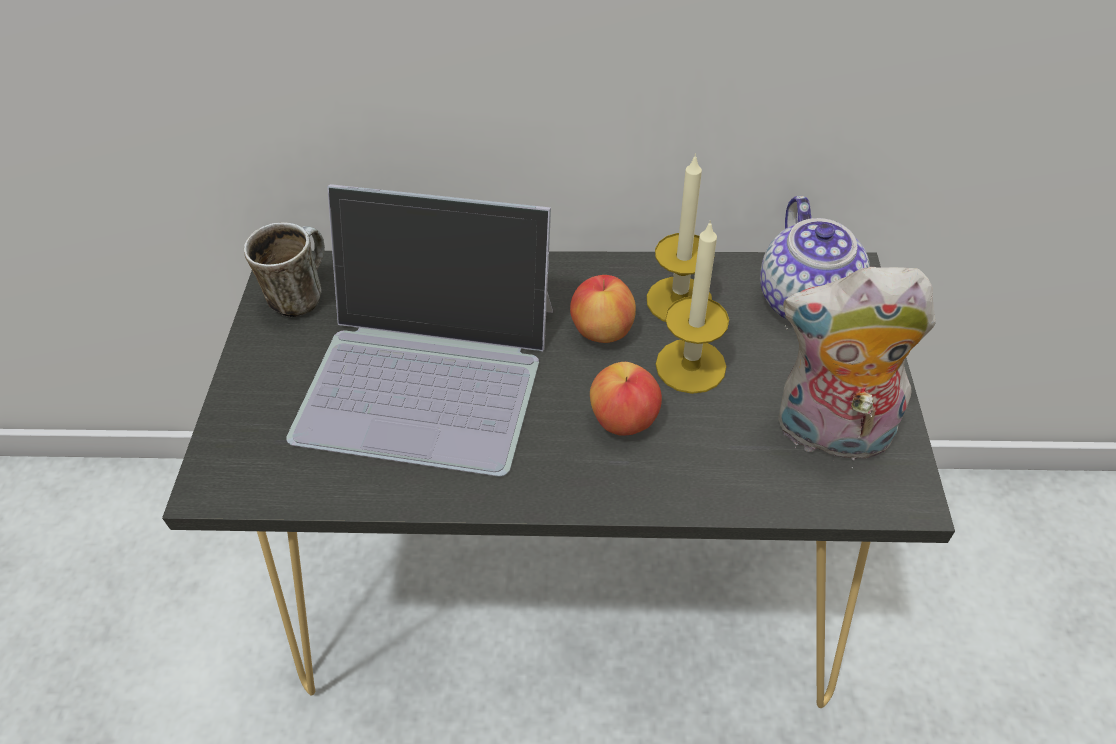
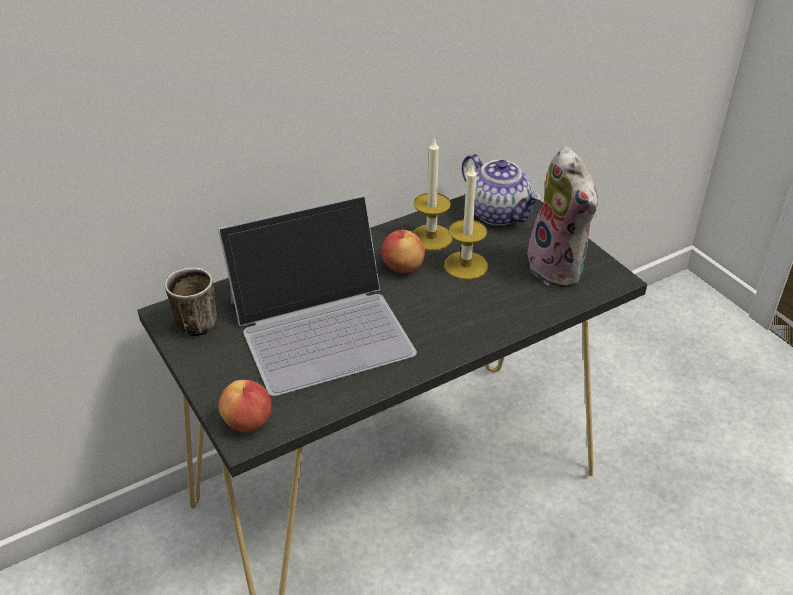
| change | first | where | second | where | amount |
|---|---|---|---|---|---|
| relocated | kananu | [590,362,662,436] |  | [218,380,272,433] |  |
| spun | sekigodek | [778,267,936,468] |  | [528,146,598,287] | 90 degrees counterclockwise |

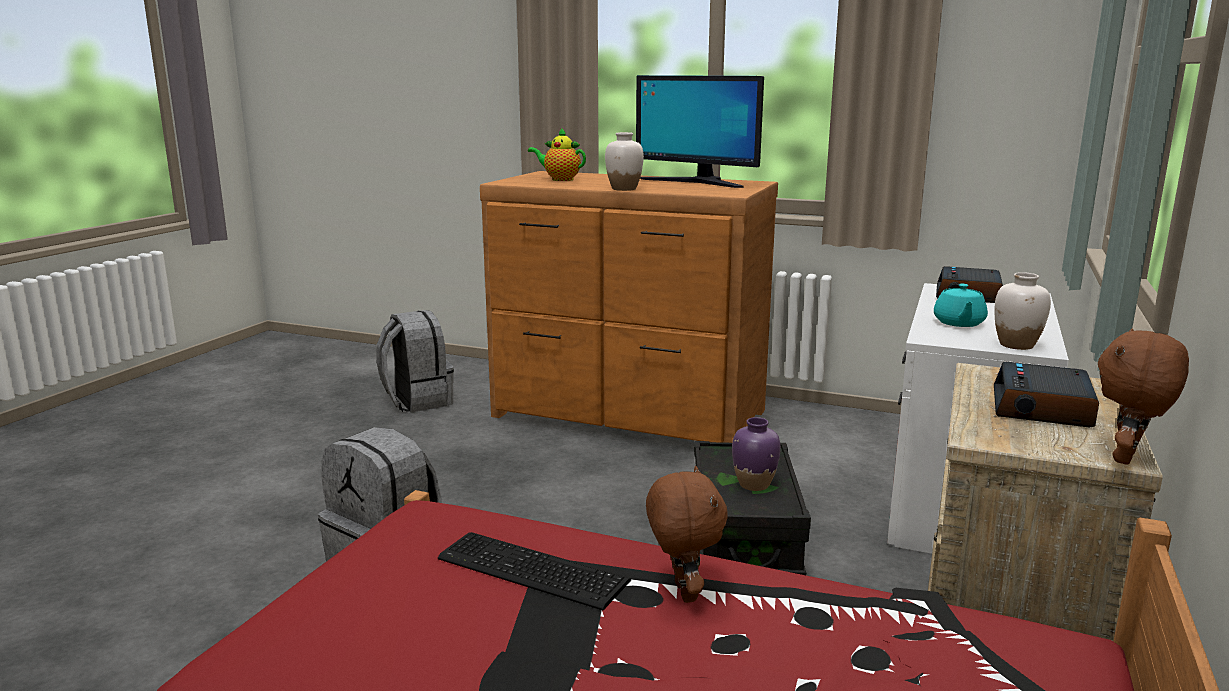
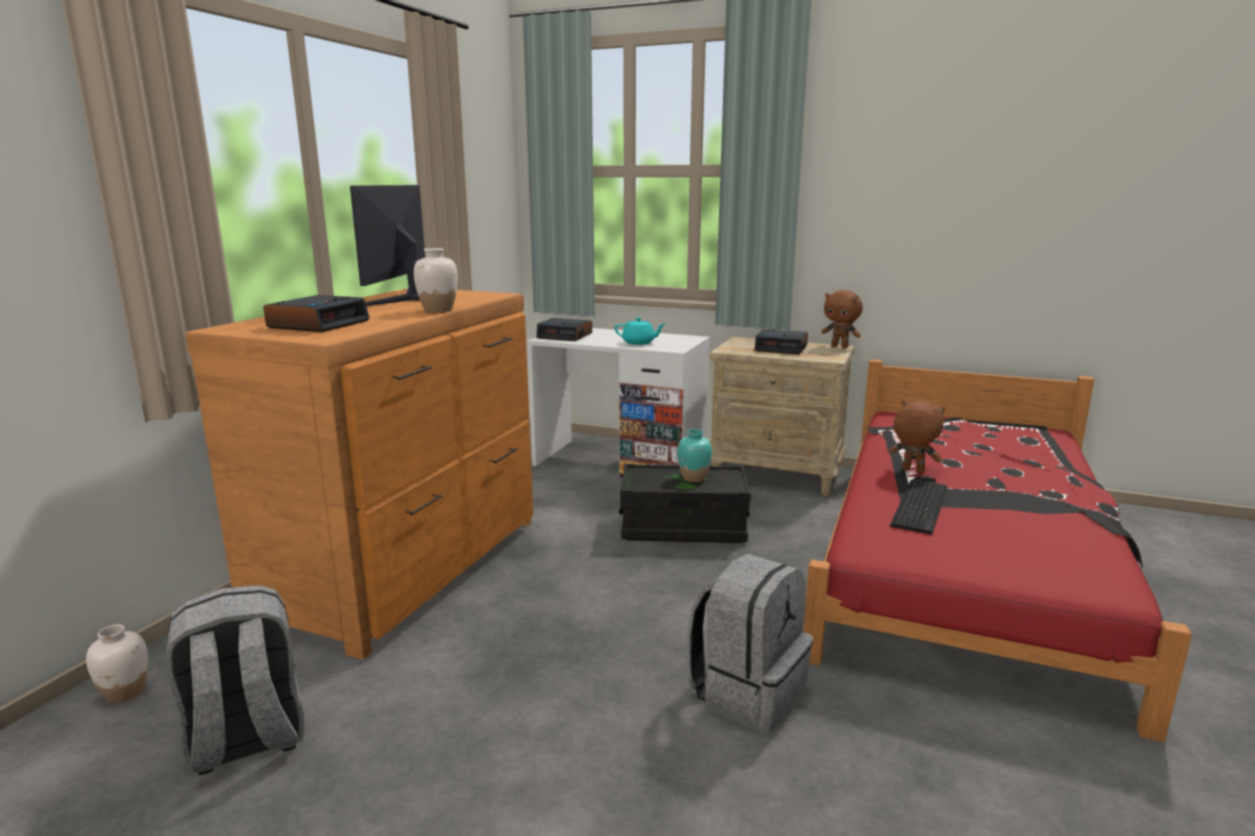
| change | first | where | second | where | amount |
|---|---|---|---|---|---|
| relocated | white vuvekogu | [994,272,1051,350] |  | [86,624,148,703] |  |
| exchanged | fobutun | [528,128,586,181] | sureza | [263,295,370,332] |  |
| spun | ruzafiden | [636,75,764,188] |  | [350,185,425,306] | 150 degrees clockwise |
| colour | purple vuvekogu | [732,417,781,491] | turquoise vuvekogu | [677,429,712,482] |  |
| spun | brown sekigodek | [646,466,728,603] |  | [889,400,945,473] | 45 degrees clockwise |

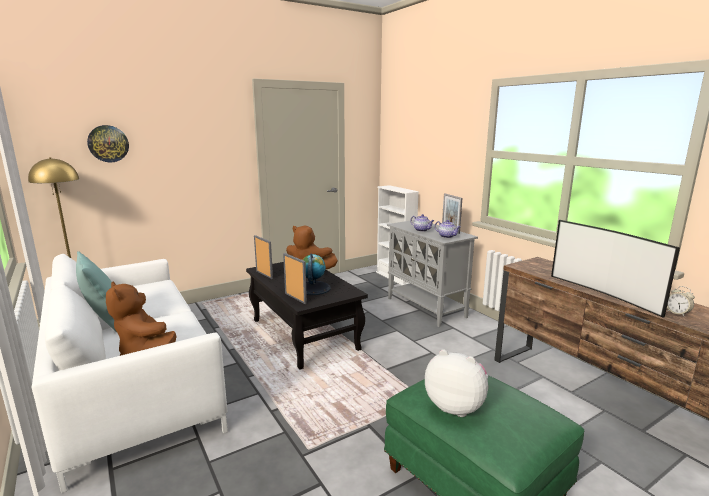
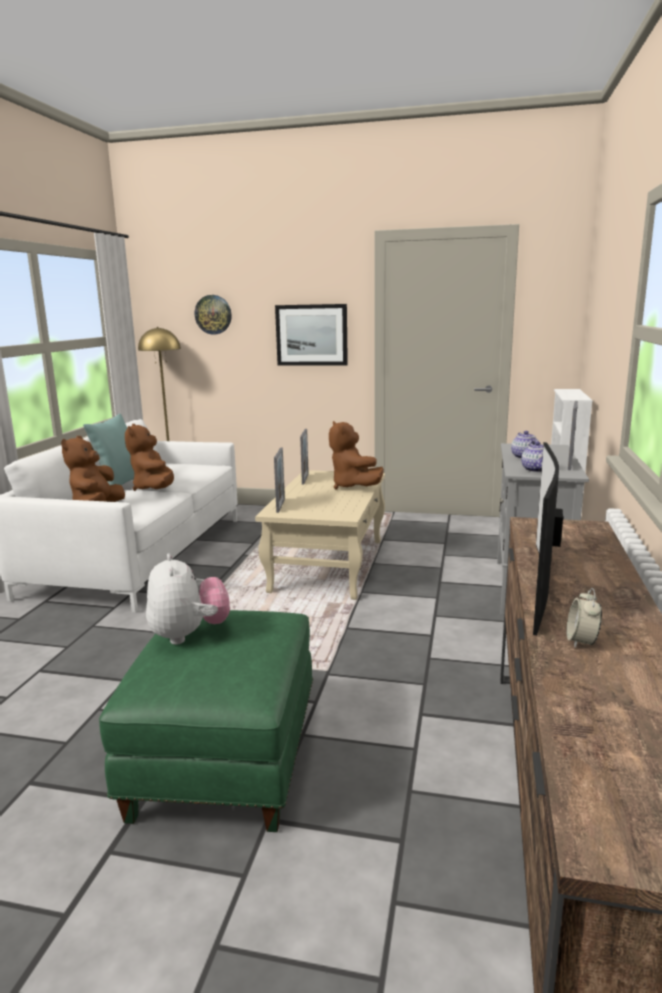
| change | first | where | second | where | amount |
|---|---|---|---|---|---|
| appeared |  |  | brown sekigodek | [125,424,174,491] |  |
| colour | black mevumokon | [246,262,368,370] | beige mevumokon | [255,470,385,600] |  |
| appeared |  |  | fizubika | [275,304,348,366] |  |
| missing | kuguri | [303,254,331,295] |  |  |  |

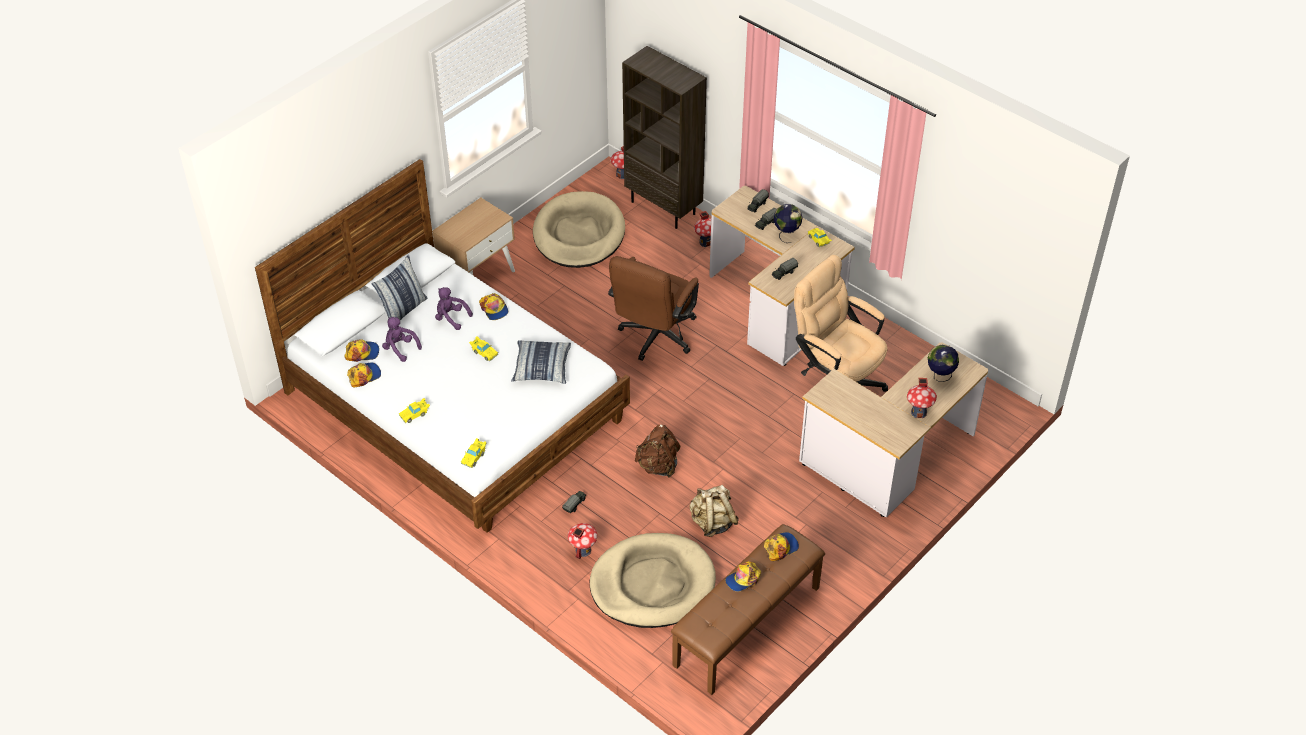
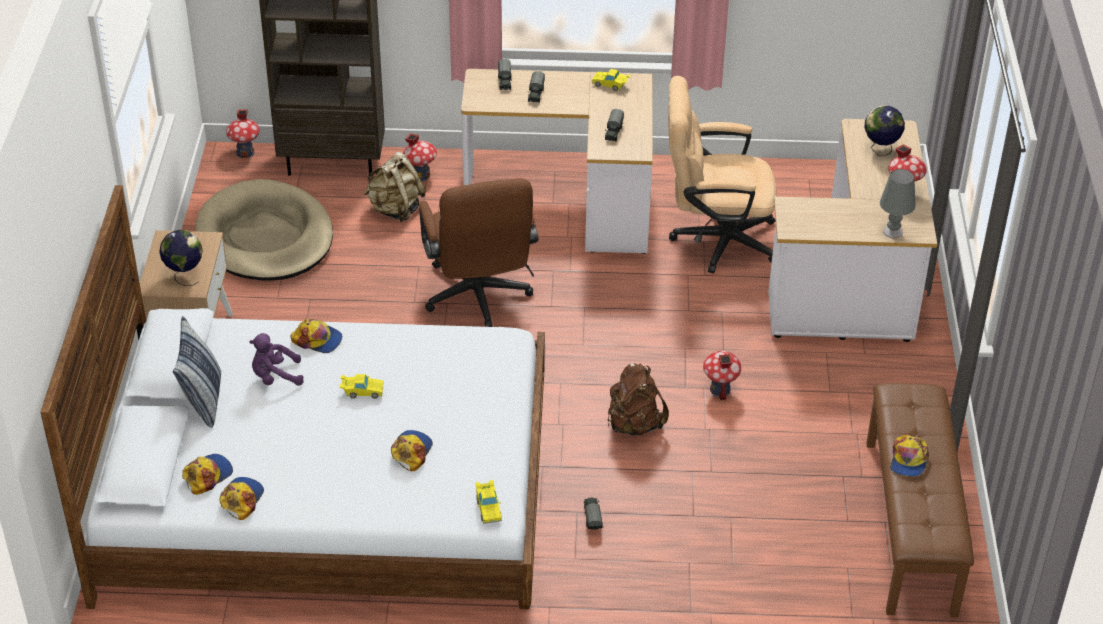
| change | first | where | second | where | amount |
|---|---|---|---|---|---|
| relocated | kuguri | [774,204,802,243] |  | [159,230,203,286] |  |
| relocated | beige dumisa | [690,485,739,537] |  | [364,152,426,222] |  |
| relocated | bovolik | [764,532,799,561] |  | [391,430,433,471] |  |
| relocated | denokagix | [568,523,597,559] |  | [703,351,741,400] |  |
| appeared |  |  | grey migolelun | [880,169,916,238] |  |
| missing | purple sekigodek | [382,317,422,362] |  |  |  |
| missing | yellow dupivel | [399,398,430,423] |  |  |  |
| missing | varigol | [511,340,571,384] |  |  |  |
| missing | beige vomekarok | [590,533,716,628] |  |  |  |

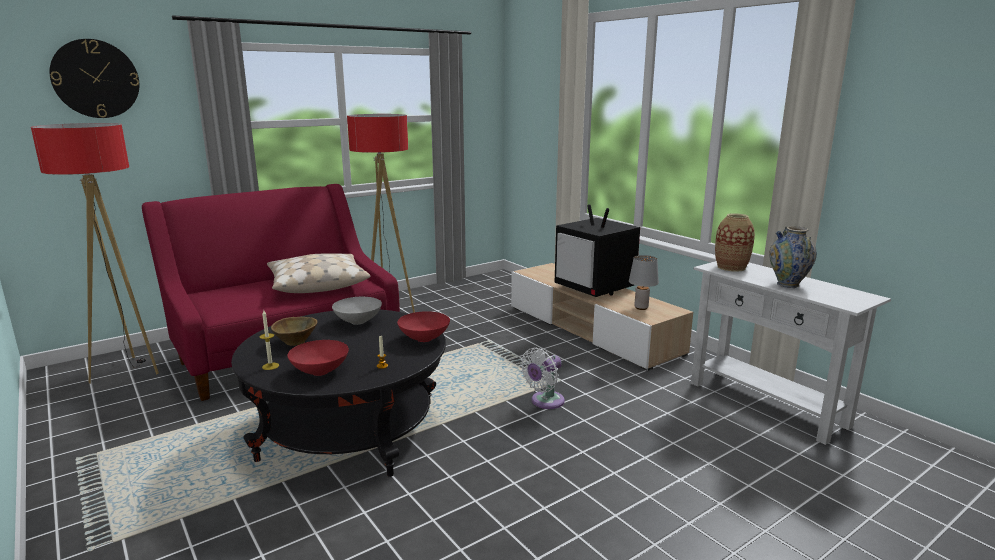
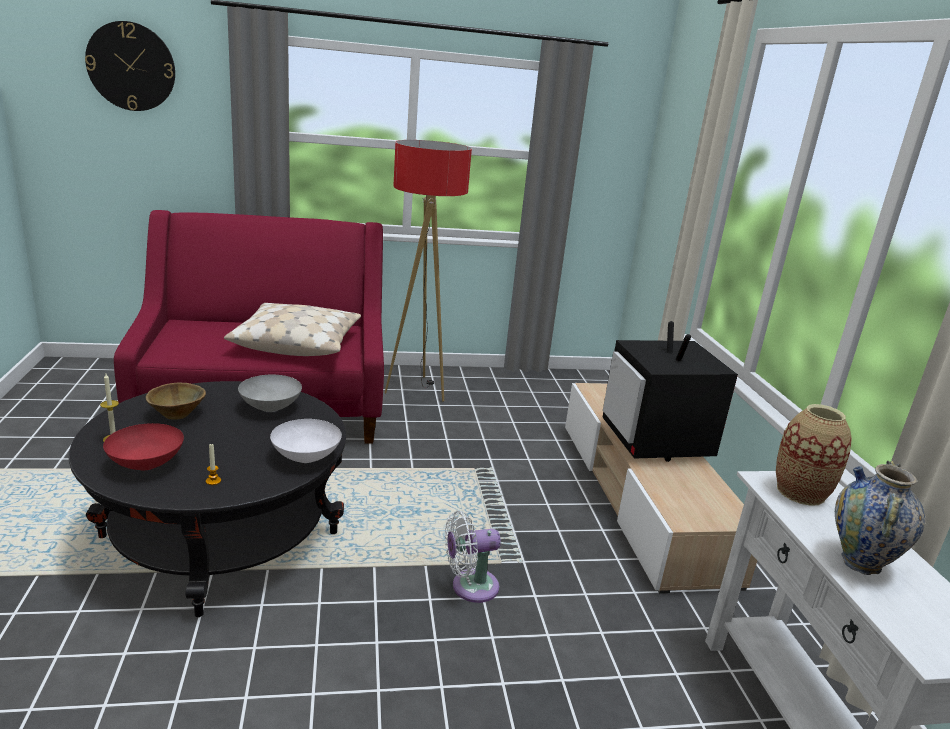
| change | first | where | second | where | amount |
|---|---|---|---|---|---|
| colour | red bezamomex | [397,311,450,342] | white bezamomex | [270,419,342,463] |  |
| missing | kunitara | [31,123,159,384] |  |  |  |
| missing | grey migolelun | [629,255,659,310] |  |  |  |

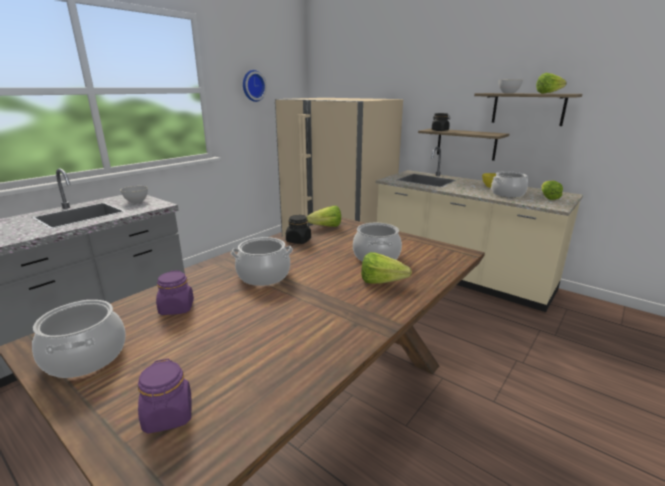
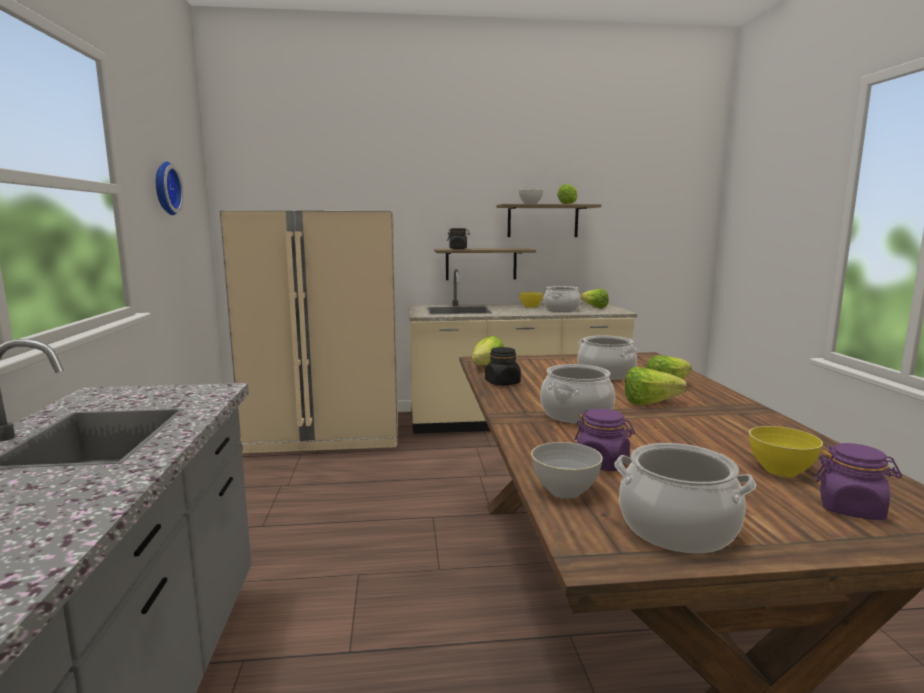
| change | first | where | second | where | amount |
|---|---|---|---|---|---|
| relocated | grey bezamomex | [120,186,148,204] |  | [531,442,603,499] |  |
| appeared |  |  | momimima | [625,367,687,405] |  |
| appeared |  |  | yellow bezamomex | [749,426,823,477] |  |

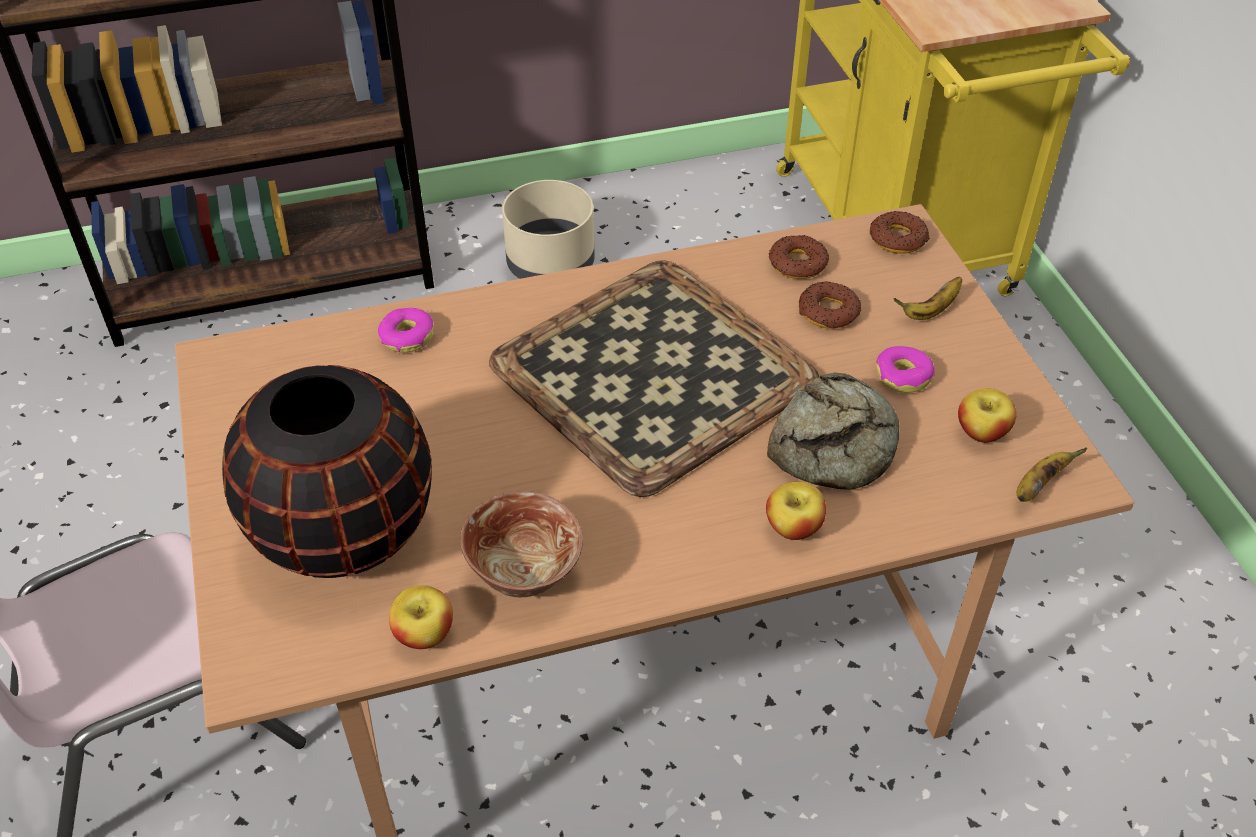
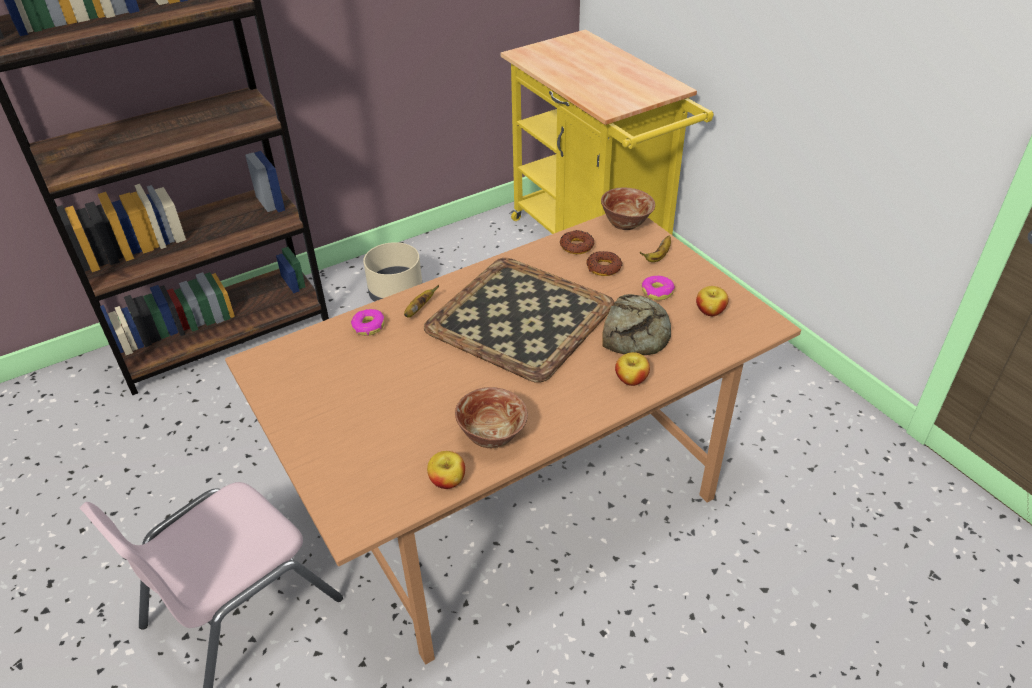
| change | first | where | second | where | amount |
|---|---|---|---|---|---|
| relocated | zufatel | [1017,447,1087,502] |  | [404,285,439,317] |  |
| exchanged | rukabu | [870,211,930,254] | bezamomex | [601,187,655,230] |  |
| missing | black vuvekogu | [222,365,432,578] |  |  |  |

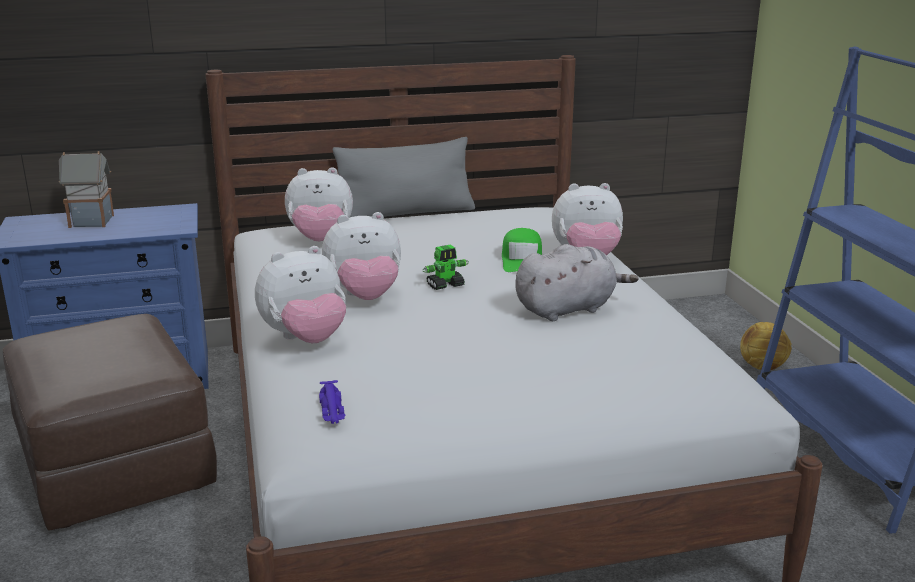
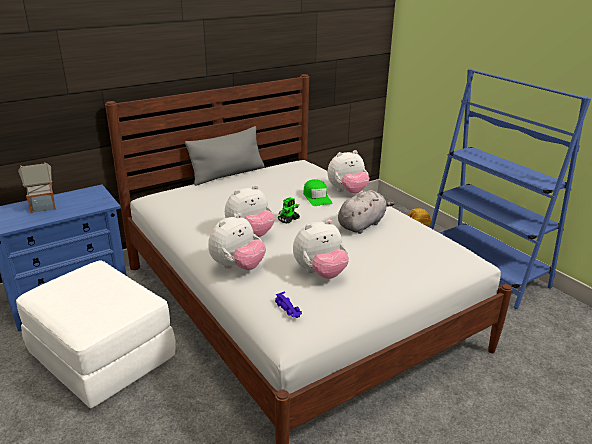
| change | first | where | second | where | amount |
|---|---|---|---|---|---|
| colour | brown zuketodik | [3,314,217,531] | white zuketodik | [16,261,175,409] |  |
| relocated | sekigodek | [285,167,353,241] |  | [293,220,349,279] |  |

